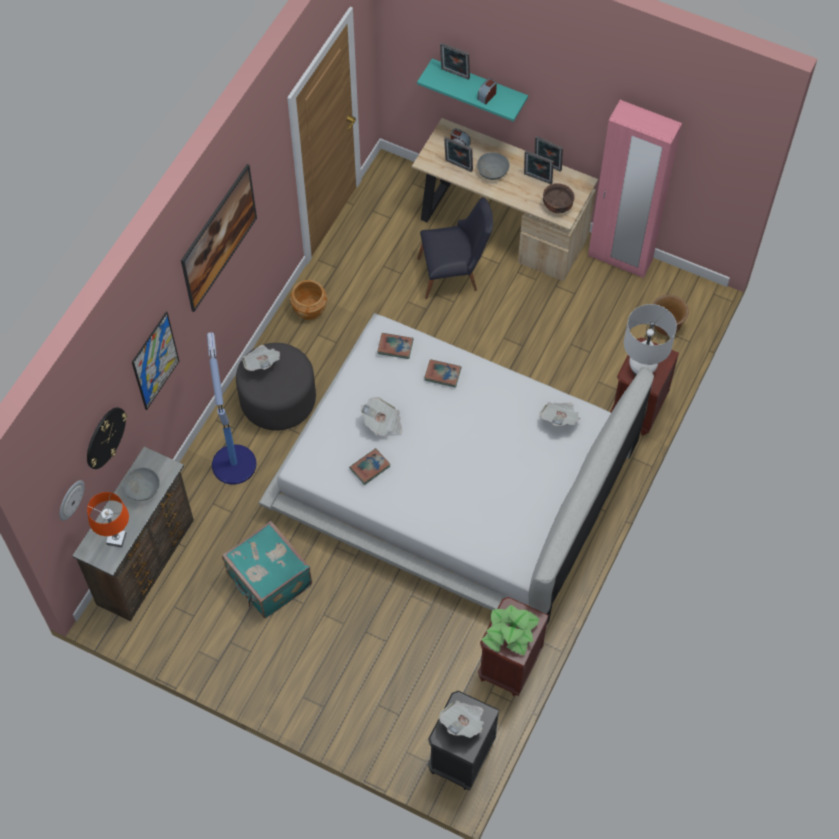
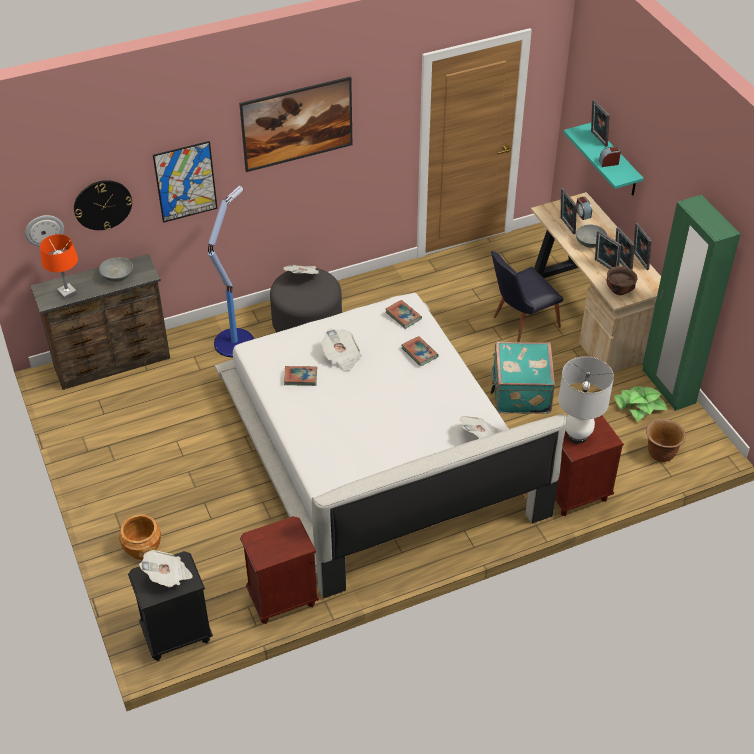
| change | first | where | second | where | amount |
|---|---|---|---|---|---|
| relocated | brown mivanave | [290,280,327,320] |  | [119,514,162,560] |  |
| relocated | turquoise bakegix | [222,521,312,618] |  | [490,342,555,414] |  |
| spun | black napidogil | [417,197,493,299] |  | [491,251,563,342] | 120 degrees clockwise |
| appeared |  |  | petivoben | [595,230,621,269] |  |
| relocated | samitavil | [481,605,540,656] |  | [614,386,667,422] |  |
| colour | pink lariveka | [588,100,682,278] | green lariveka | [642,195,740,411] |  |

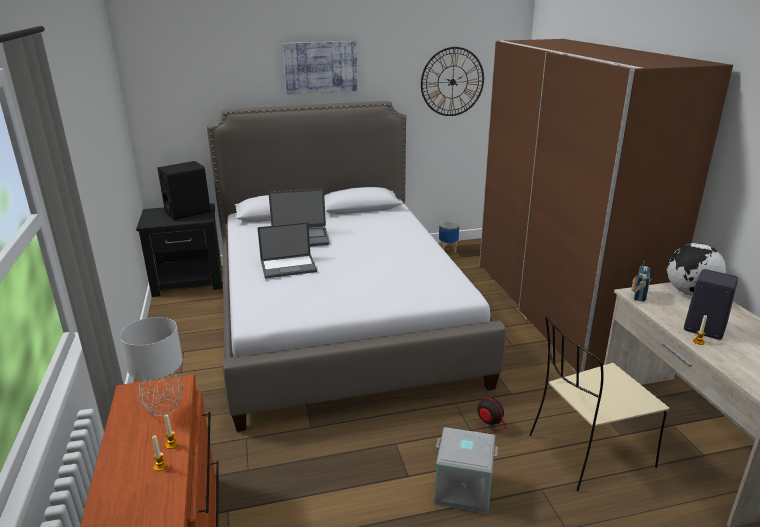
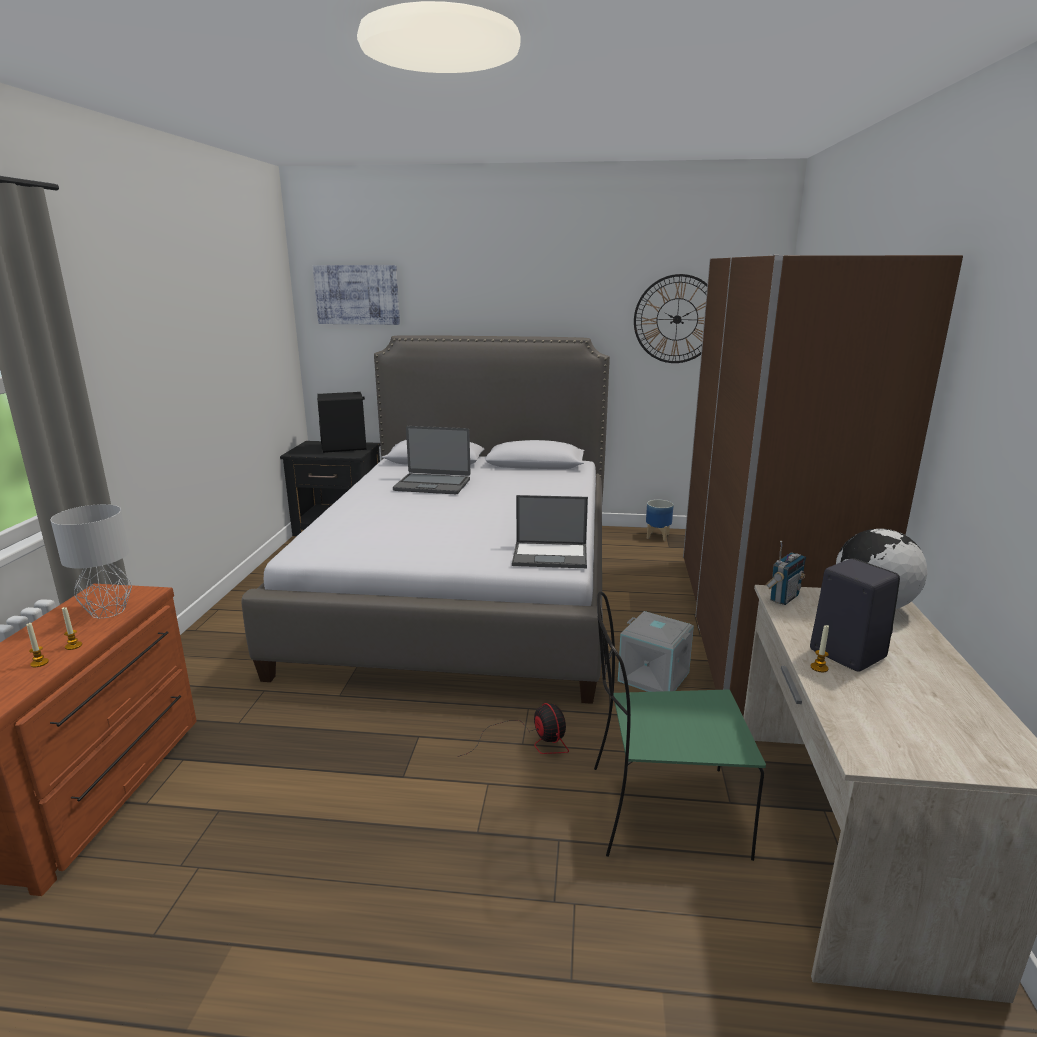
| change | first | where | second | where | amount |
|---|---|---|---|---|---|
| relocated | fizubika | [283,41,357,94] |  | [313,265,400,325] |  |
| relocated | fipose | [257,222,317,279] |  | [512,495,588,568] |  |
| colour | beige napidogil | [530,316,669,491] | green napidogil | [594,592,766,861] |  |
| relocated | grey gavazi | [435,427,498,514] |  | [618,611,694,692] |  |

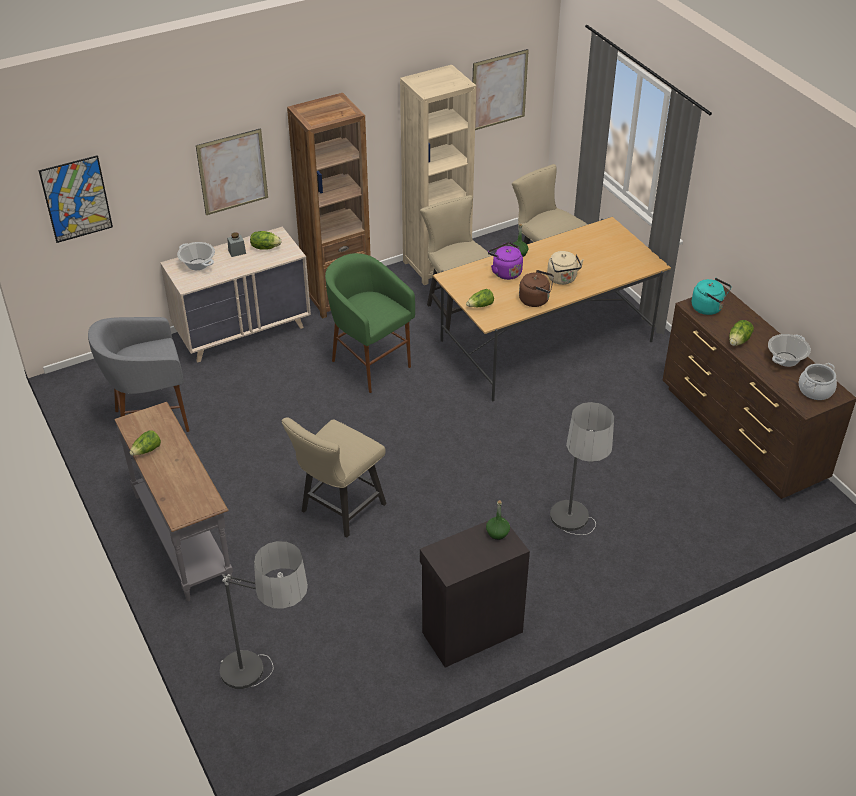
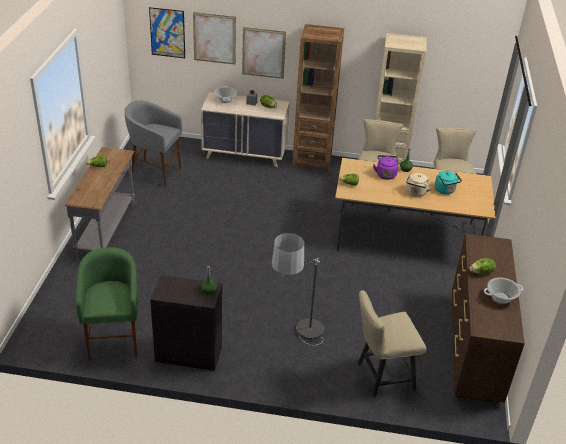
| change | first | where | second | where | amount |
|---|---|---|---|---|---|
| relocated | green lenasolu | [325,253,415,393] |  | [76,247,138,360] |  |
| relocated | fizubika | [473,49,529,130] |  | [193,12,236,65] |  |
| relocated | beige napidogil | [282,417,387,538] |  | [357,290,426,397] |  |
| relocated | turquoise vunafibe | [692,278,731,315] |  | [435,171,462,194] |  |
| missing | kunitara | [220,541,308,689] |  |  |  |
| missing | brown vunafibe | [519,270,554,307] |  |  |  |
| missing | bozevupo | [799,363,837,400] |  |  |  |

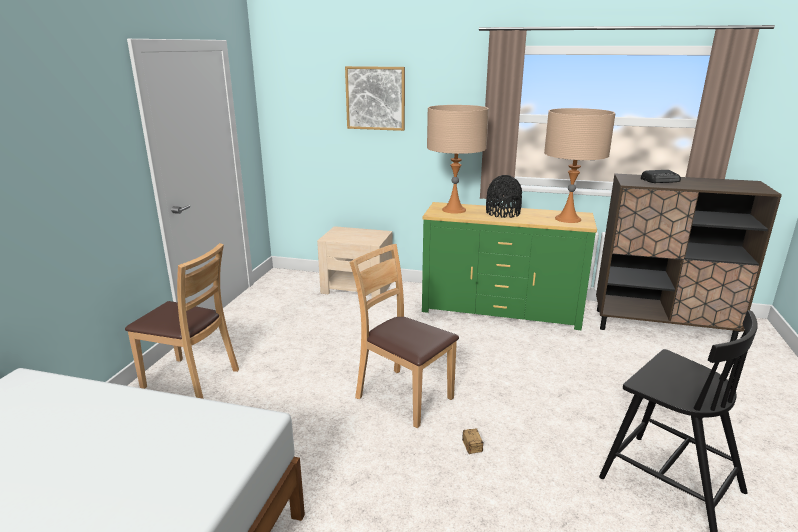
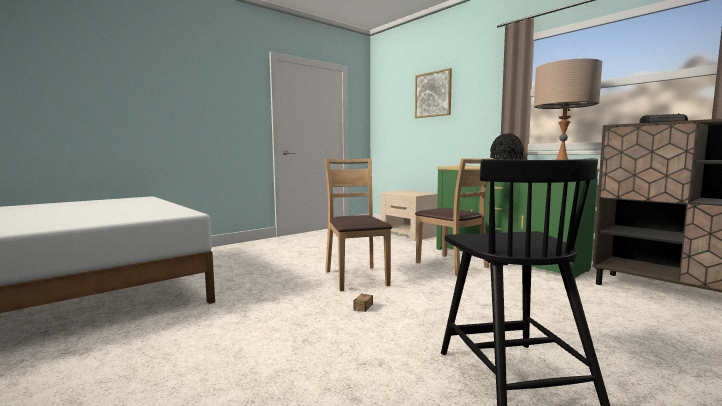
| change | first | where | second | where | amount |
|---|---|---|---|---|---|
| relocated | brown napidogil | [125,243,239,399] |  | [415,158,494,276] |  |
| missing | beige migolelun | [427,105,489,214] |  |  |  |

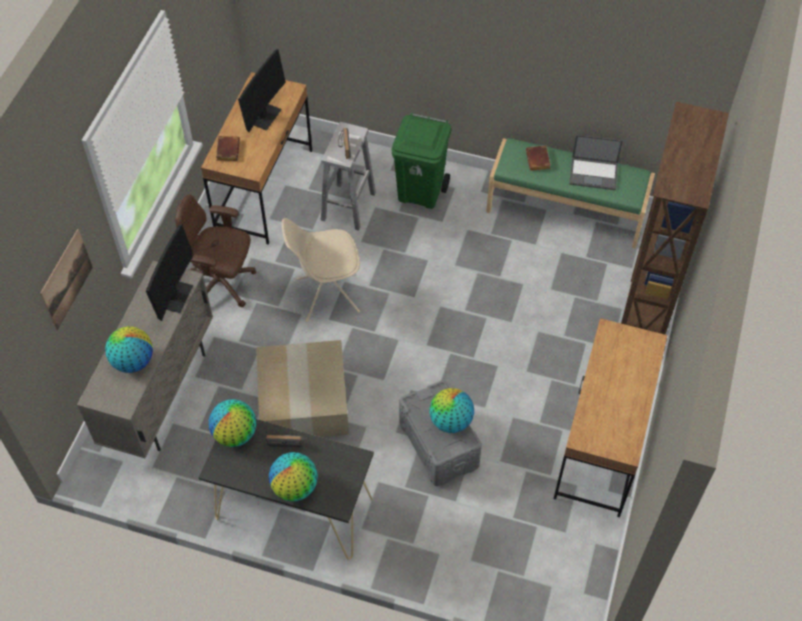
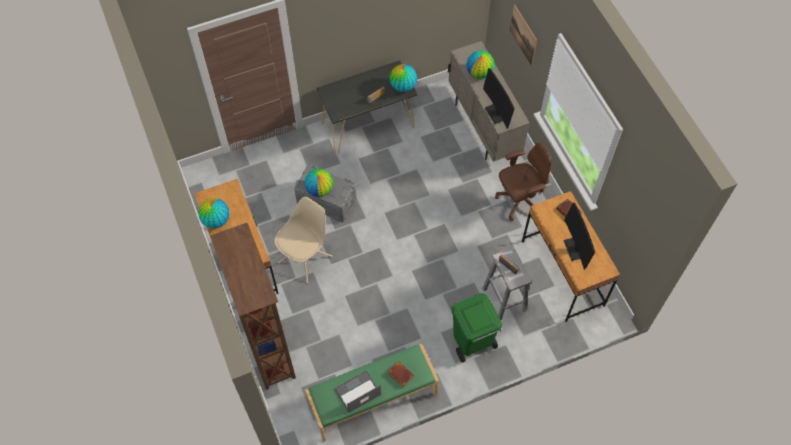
| change | first | where | second | where | amount |
|---|---|---|---|---|---|
| relocated | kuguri | [269,452,318,501] |  | [198,198,229,228] |  |
| relocated | beige napidogil | [281,218,360,323] |  | [274,197,332,284] |  |
| missing | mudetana | [256,340,349,437] |  |  |  |

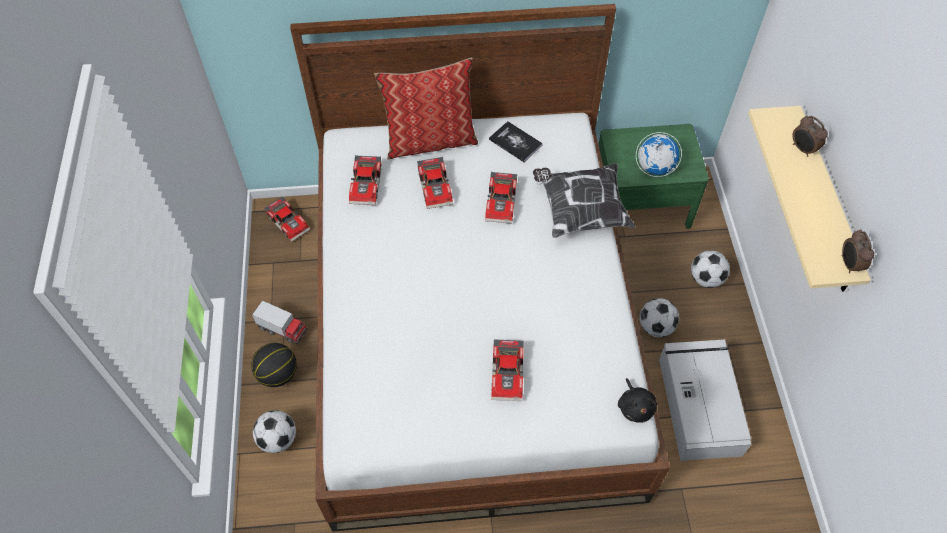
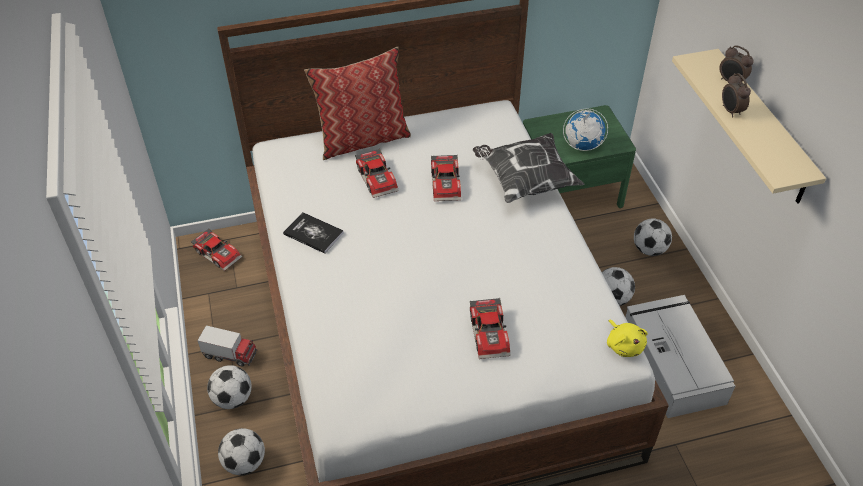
| change | first | where | second | where | amount |
|---|---|---|---|---|---|
| exchanged | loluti | [251,343,297,387] | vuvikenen | [207,365,252,409] |  |
| relocated | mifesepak | [489,121,543,162] |  | [283,212,344,254] |  |
| colour | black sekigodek | [618,378,658,423] | yellow sekigodek | [607,319,648,357] |  |
| relocated | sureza | [841,229,874,274] |  | [722,73,751,118] |  |
| missing | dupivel | [349,155,382,205] |  |  |  |

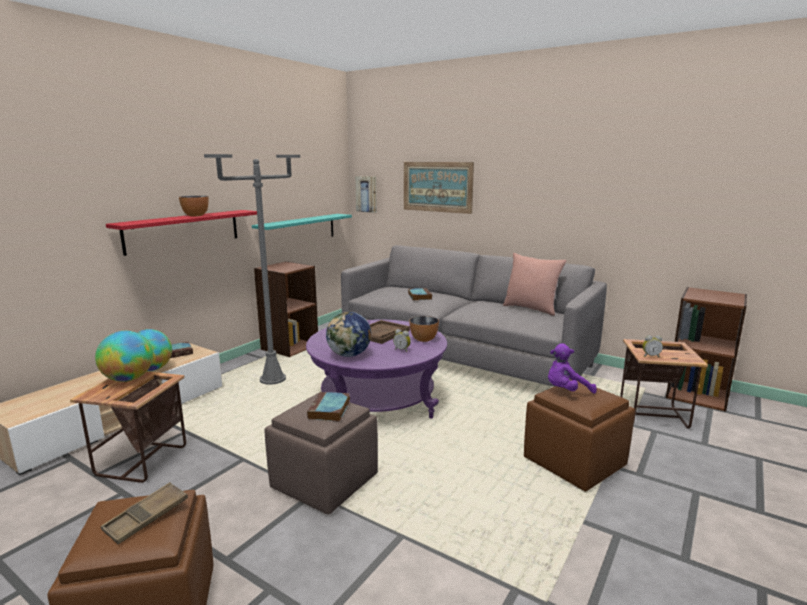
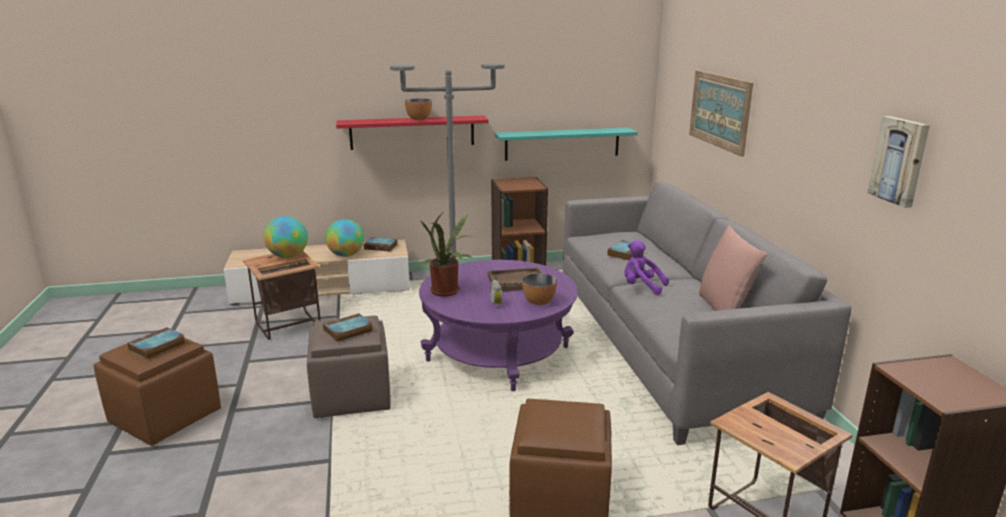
| change | first | where | second | where | amount |
|---|---|---|---|---|---|
| exchanged | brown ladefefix | [101,482,188,544] | mifesepak | [127,327,185,360] |  |
| exchanged | kuguri | [326,312,371,357] | samitavil | [418,212,473,297] |  |
| relocated | purple sekigodek | [548,343,597,394] |  | [624,240,669,295] |  |
| relocated | fizubika | [355,176,377,213] |  | [868,116,930,208] |  |
| missing | sureza | [642,335,663,357] |  |  |  |

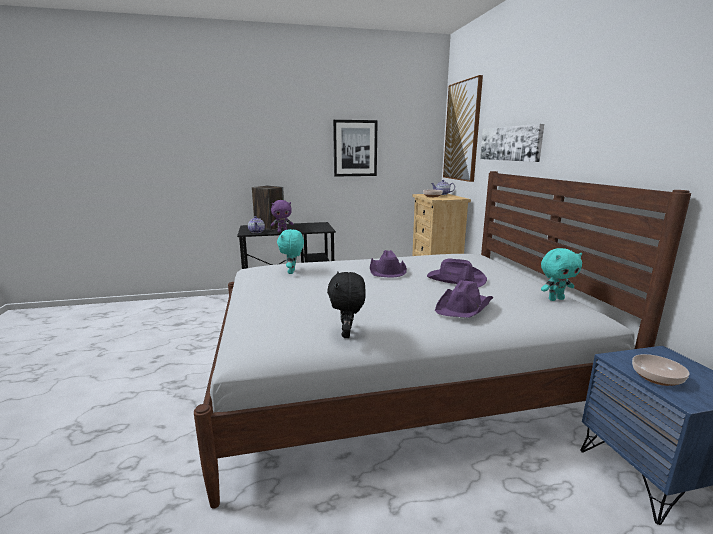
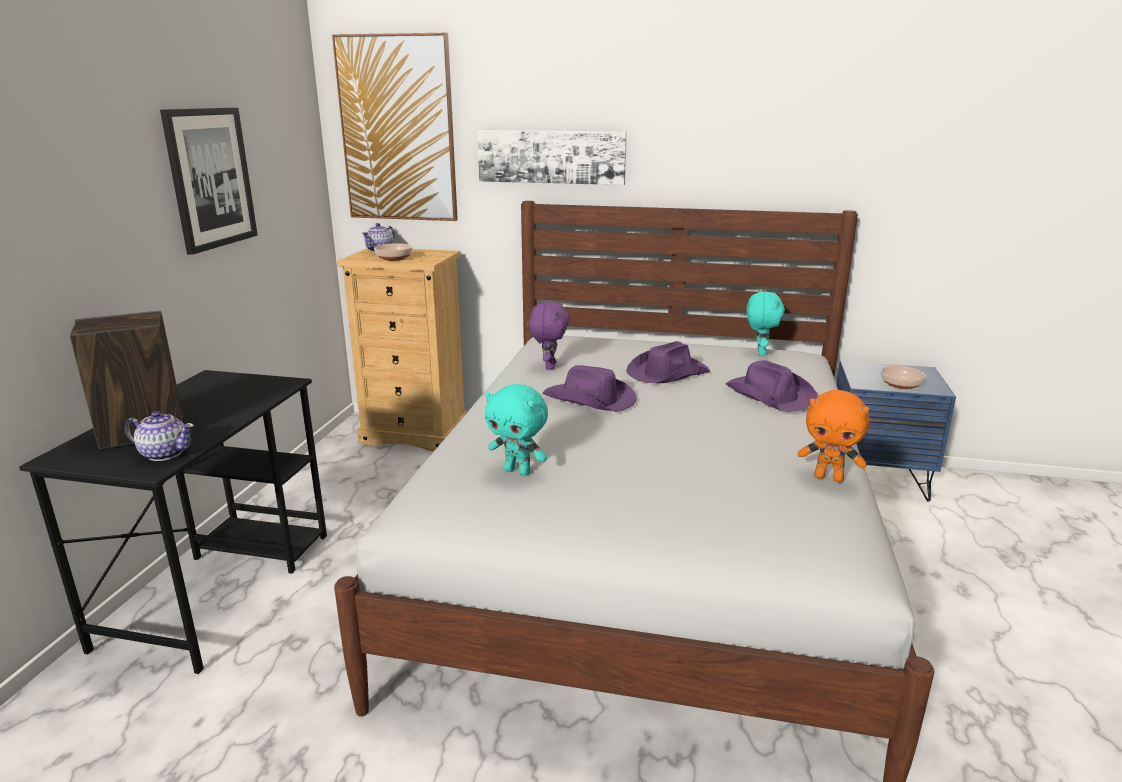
| change | first | where | second | where | amount |
|---|---|---|---|---|---|
| relocated | purple sekigodek | [271,200,293,233] |  | [529,302,570,370] |  |
| colour | black sekigodek | [327,271,366,338] | orange sekigodek | [798,390,870,482] |  |

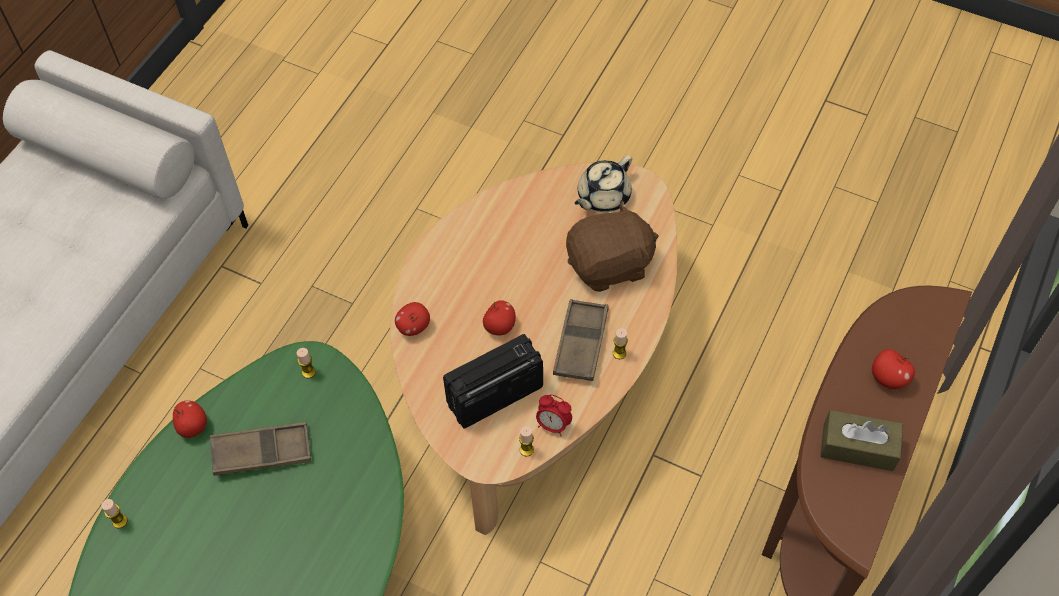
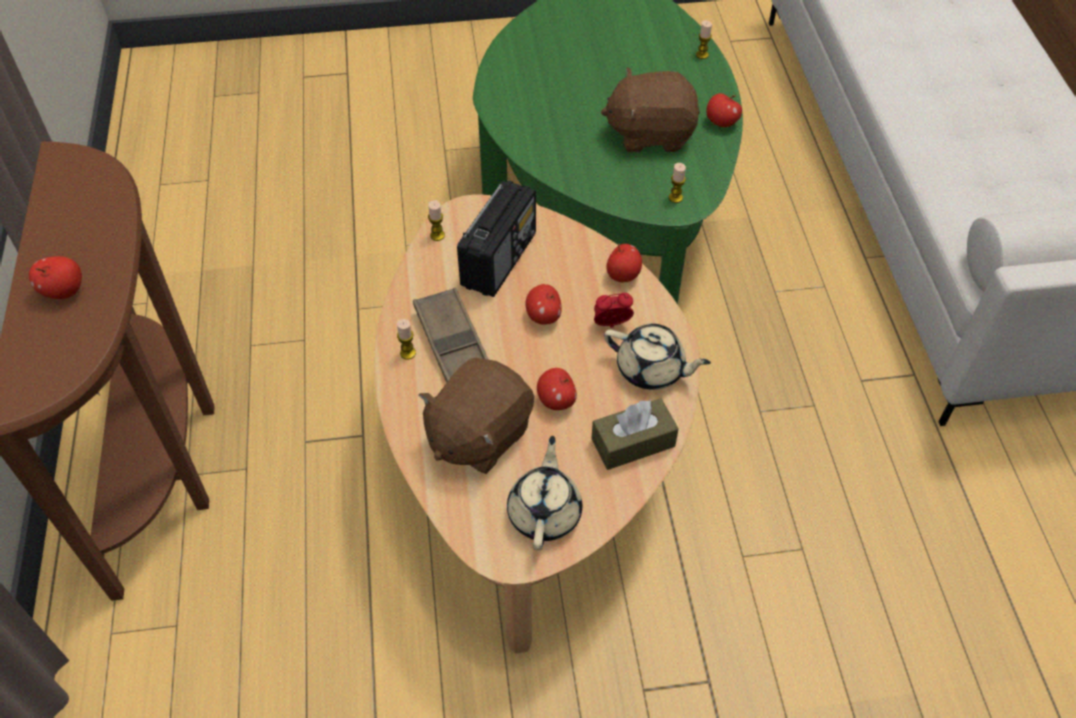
| change | first | where | second | where | amount |
|---|---|---|---|---|---|
| appeared |  |  | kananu | [537,368,577,410] |  |
| relocated | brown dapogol | [820,410,903,471] |  | [591,398,679,470] |  |
| relocated | sureza | [536,395,572,436] |  | [594,293,634,328] |  |
| exchanged | brown ladefefix | [210,422,311,476] | brown sekigodek | [601,67,700,152] |  |
| appeared |  |  | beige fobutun | [604,324,711,390] |  |

